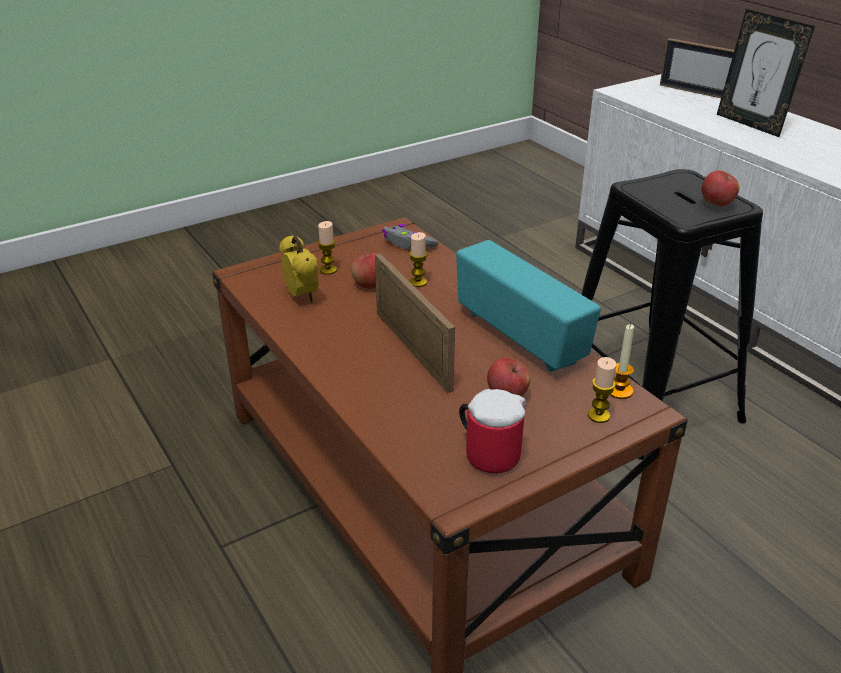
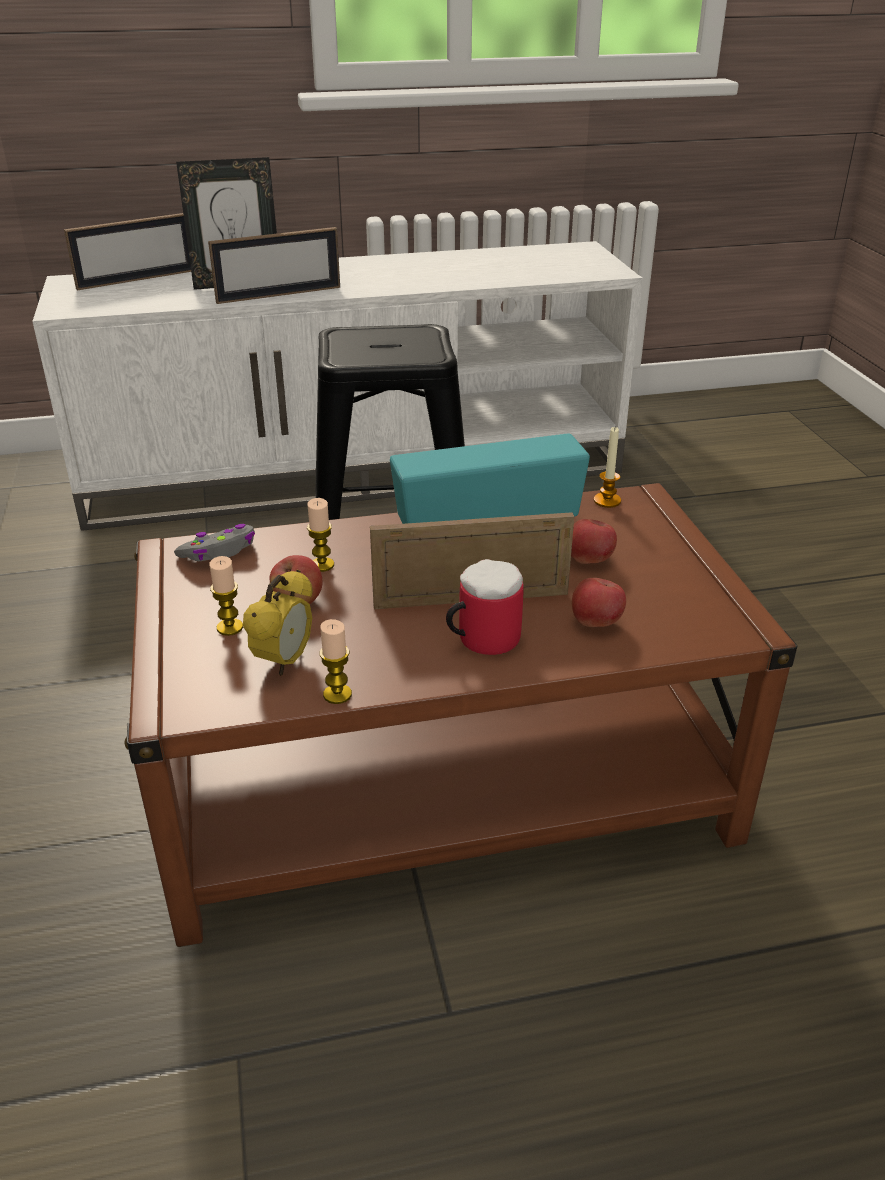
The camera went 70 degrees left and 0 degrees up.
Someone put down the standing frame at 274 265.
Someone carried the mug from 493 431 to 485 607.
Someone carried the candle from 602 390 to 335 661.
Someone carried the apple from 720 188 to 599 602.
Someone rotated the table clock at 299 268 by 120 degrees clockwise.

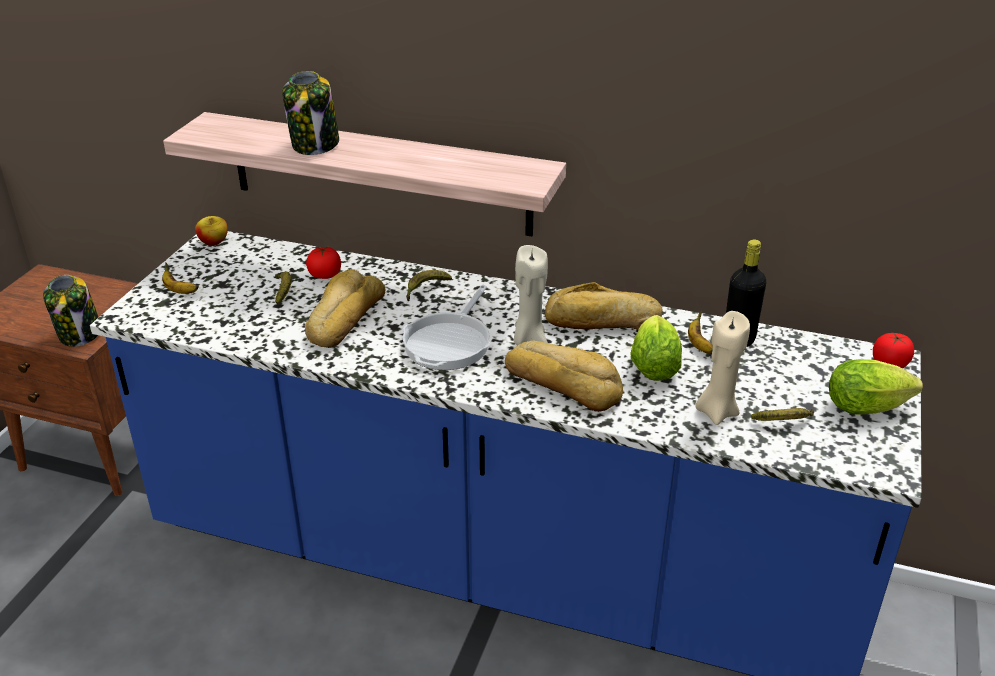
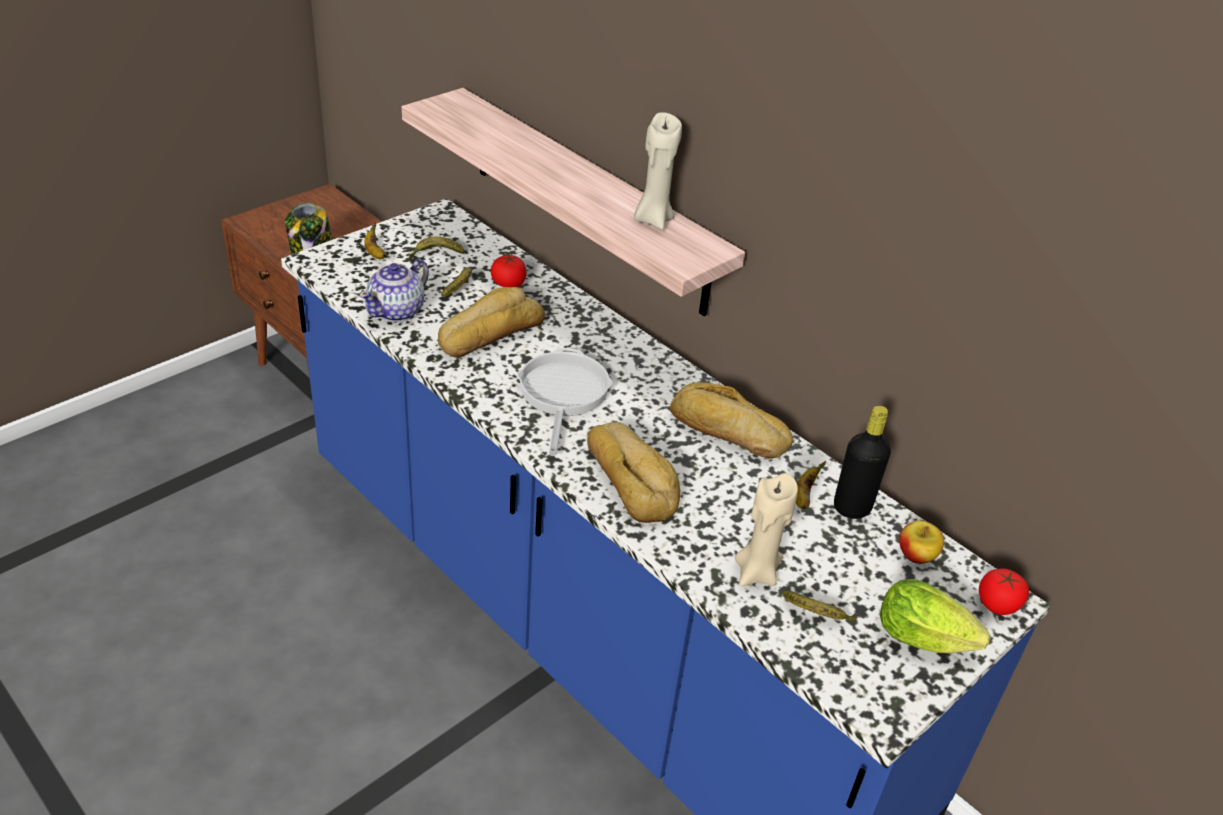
The camera went 25 degrees right and 5 degrees up.
Someone took away the preserve jar at 310 113.
Someone took away the head of lettuce at 656 348.
Someone put down the pot for tea at 394 290.
Someone carried the apple from 211 231 to 921 542.
Someone carried the whole banana from 429 285 to 437 248.
Someone carried the candle/beige from 530 295 to 658 171.
Someone rotated the frying pan at 446 327 by 135 degrees clockwise.

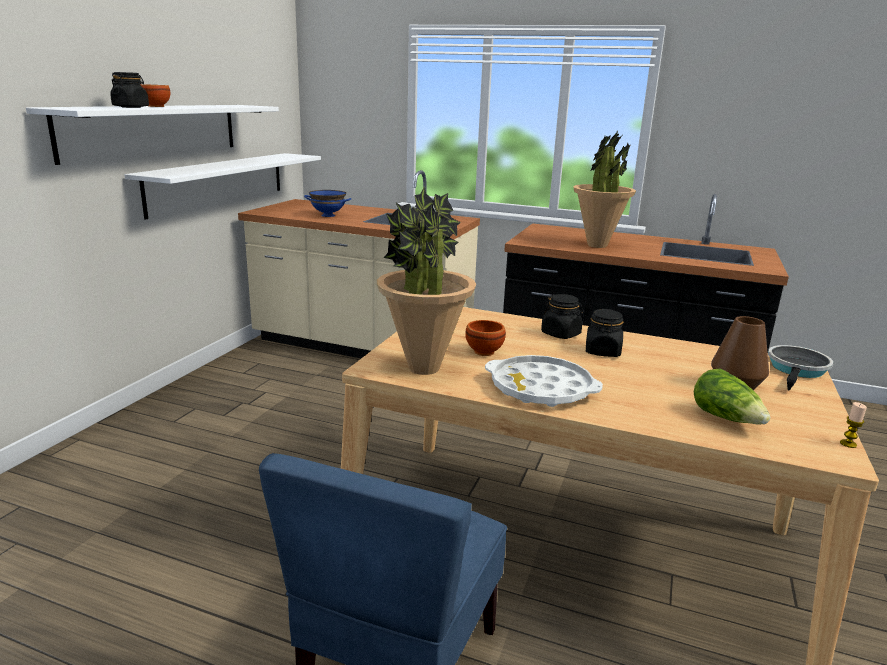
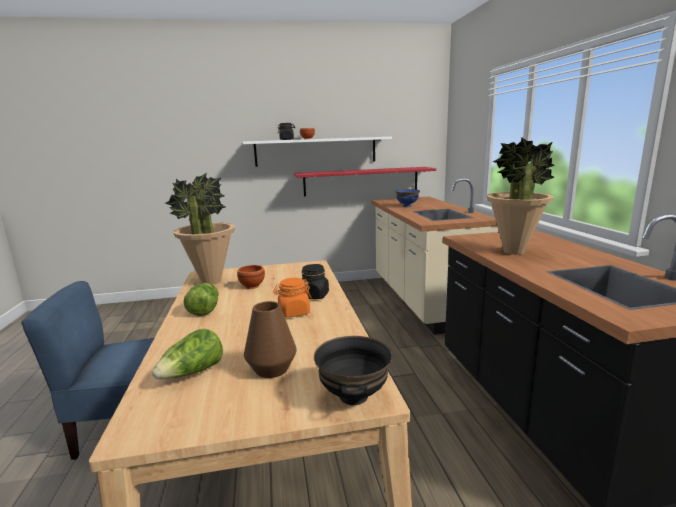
The camera went 60 degrees right and 5 degrees down.
Someone took away the candle at 853 425.
Someone swapped the carrying tray/white-coloured at 544 381 for the head of lettuce at 200 299.
Someone swapped the frying pan at 800 368 for the deep dish/black at 353 370.
Someone repainted the bracket shelf/white-coloured at 222 186, which became the bracket shelf/reddish at 365 181.
Someone repainted the preserve jar/black at 605 333, which became the preserve jar/orange-coloured at 292 297.

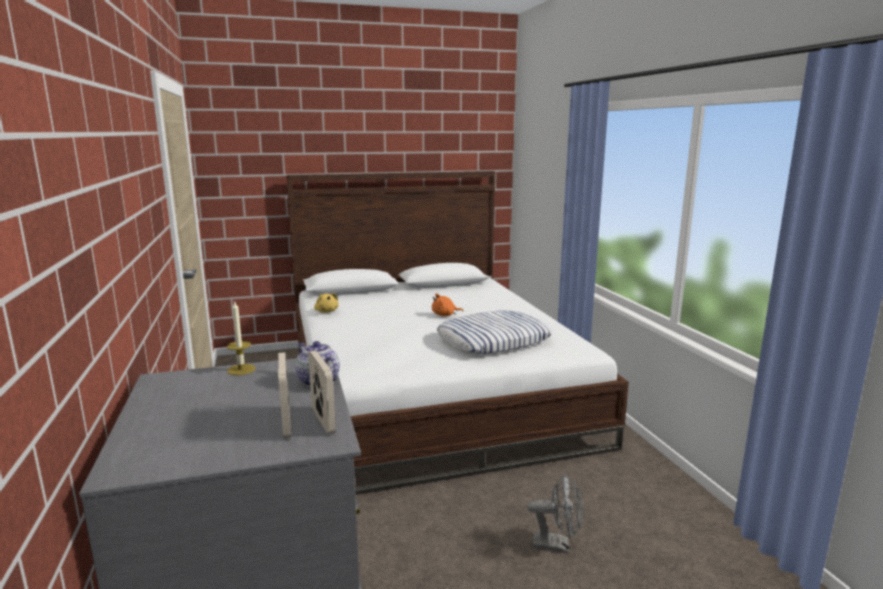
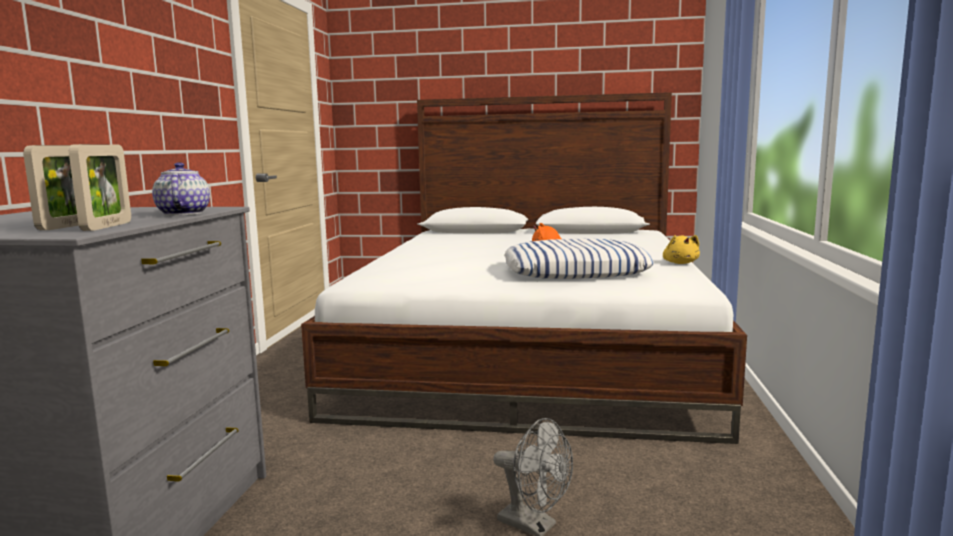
The camera went 25 degrees right and 5 degrees down.
Someone took away the candle at 241 337.
Someone carried the cuddly toy/yellow-coloured from 326 303 to 681 249.

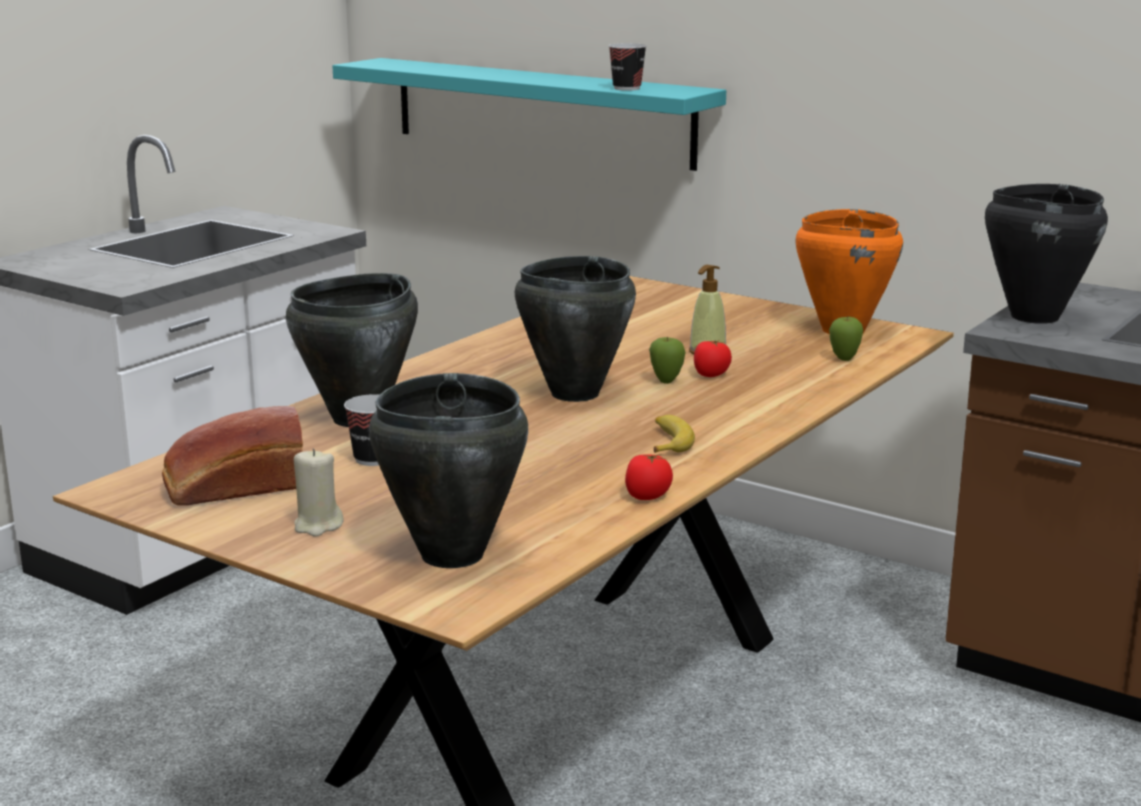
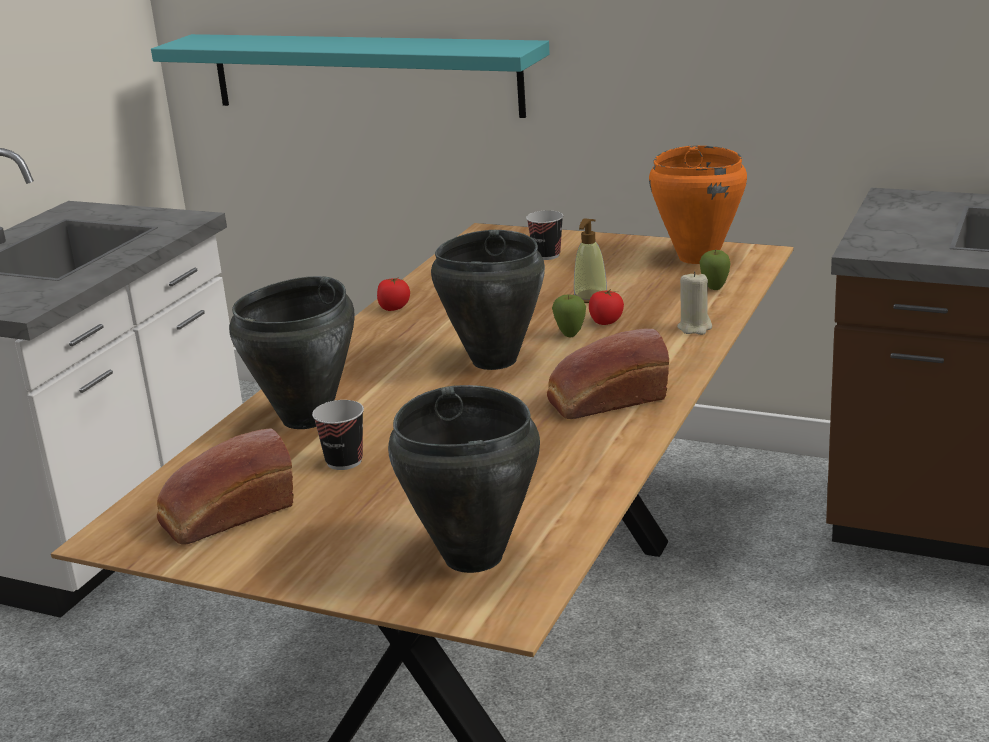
The camera went 10 degrees left and 5 degrees up.
Someone took away the cooking pot/black at 1046 254.
Someone carried the candle/beige from 319 492 to 694 303.
Someone carried the small cup from 628 67 to 544 235.
Someone carried the whole tomato from 649 477 to 393 294.
Someone swapped the whole banana at 674 434 for the bakery bread at 608 374.

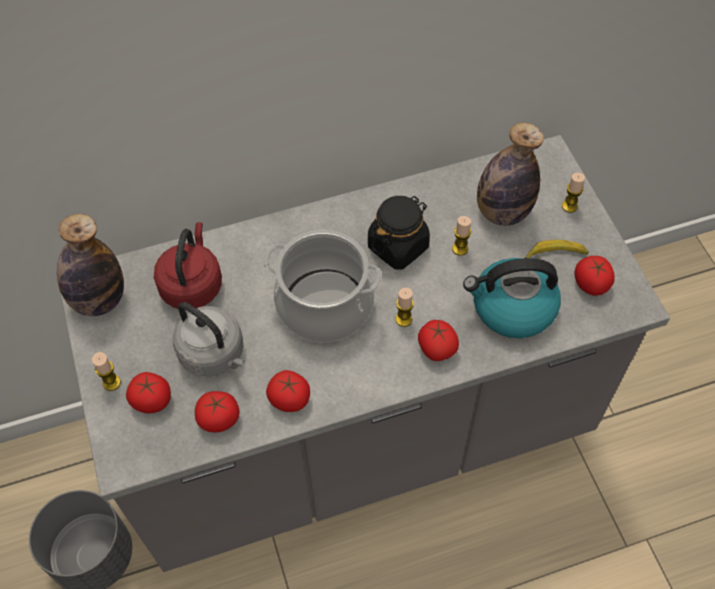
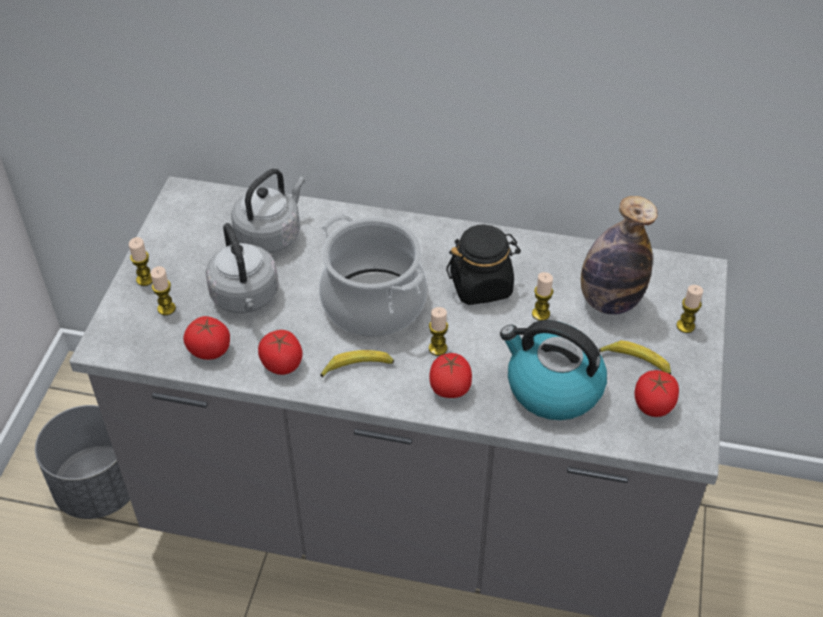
The camera went 30 degrees right and 10 degrees down.
Someone took away the bottle at 90 265.
Someone put down the whole banana at 357 363.
Someone swapped the whole tomato at 148 393 for the candle at 163 291.
Someone repainted the kettle/reddish at 188 265, which became the kettle/grey at 268 211.

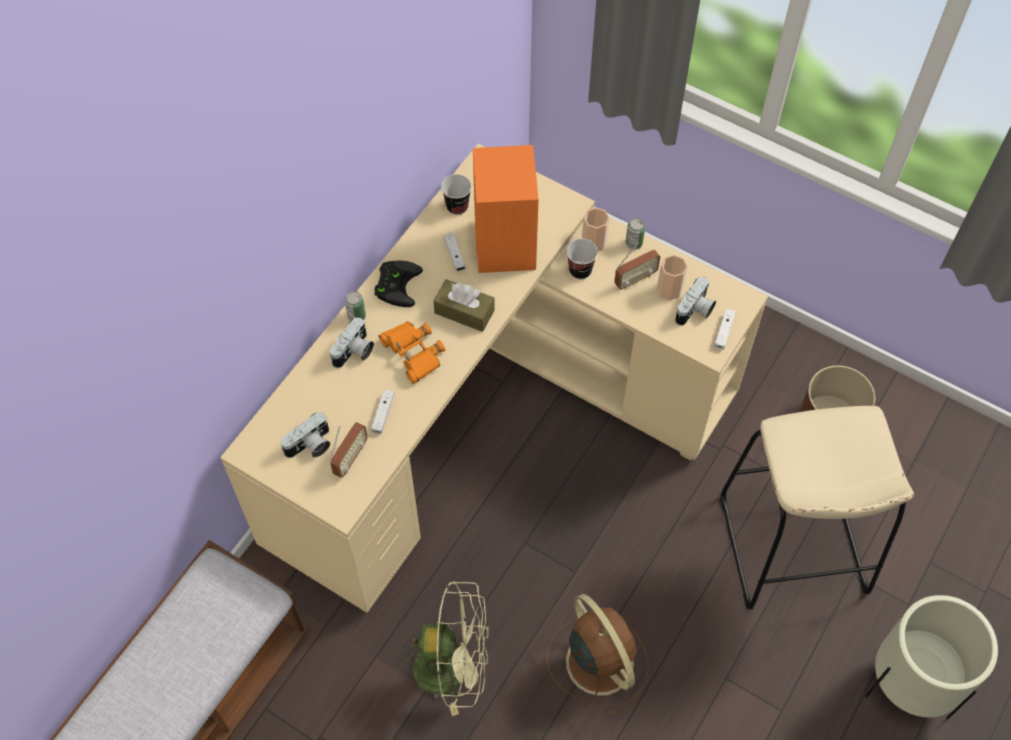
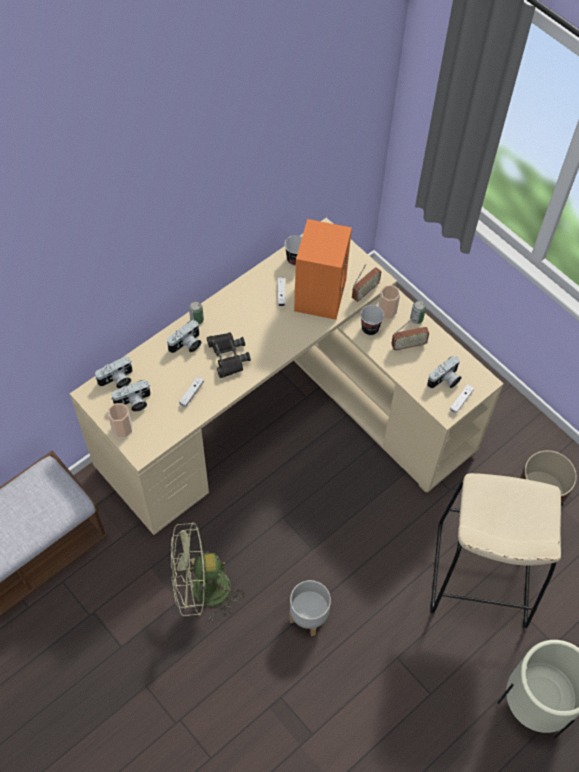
The camera went 15 degrees right and 0 degrees up.
Someone took away the joypad/black at 398 284.
Someone took away the tissue box/brown-coloured at 464 305.
Someone put down the still camera at 114 372.
Someone carried the radio from 349 450 to 366 283.
Someone carried the small cup from 672 277 to 120 420.
Someone swapped the cooling fan/brown-coloured at 597 655 for the planter/grey at 310 608.
Someone repainted the field glasses/orange-coloured at 412 352, which became the field glasses/black at 229 355.
Someone rotated the cooling fan/green at 444 648 by 150 degrees clockwise.

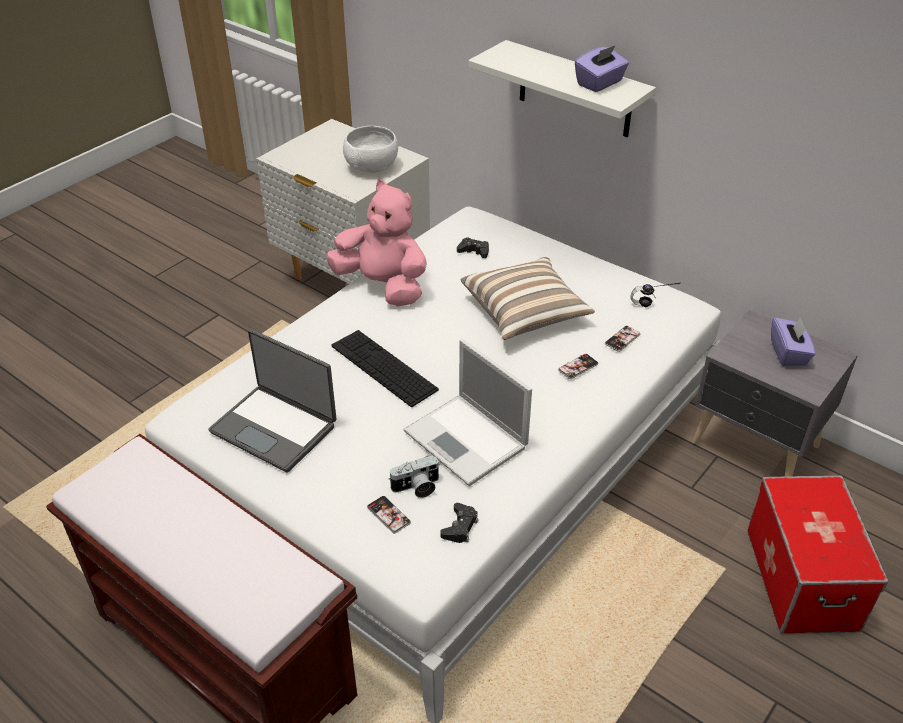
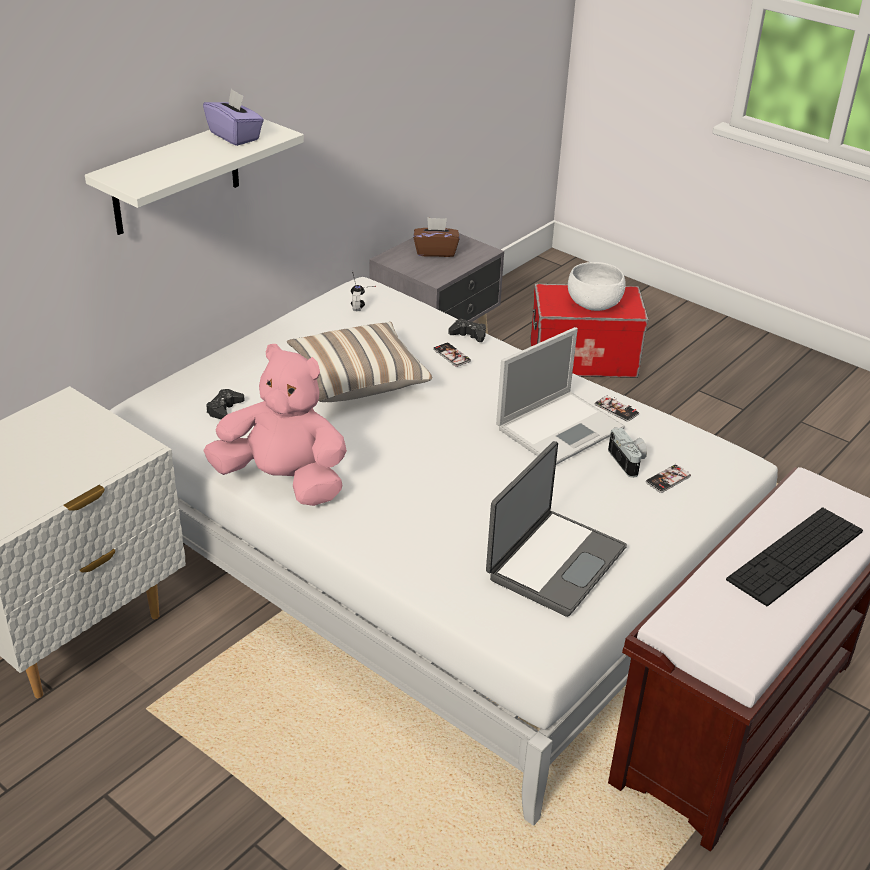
The camera went 90 degrees left and 5 degrees down.
Someone carried the computer keyboard from 385 368 to 794 556.
Someone carried the deep dish/white-coloured from 370 149 to 597 286.
Someone carried the joypad/black from 459 523 to 467 330.
Someone carried the telephone from 622 338 to 617 408.
Someone repainted the tissue box/purple-coloured at 793 341, which became the tissue box/brown-coloured at 436 237.
Someone rotated the cuddly toy/pink-coloured at 376 243 by 75 degrees clockwise.

